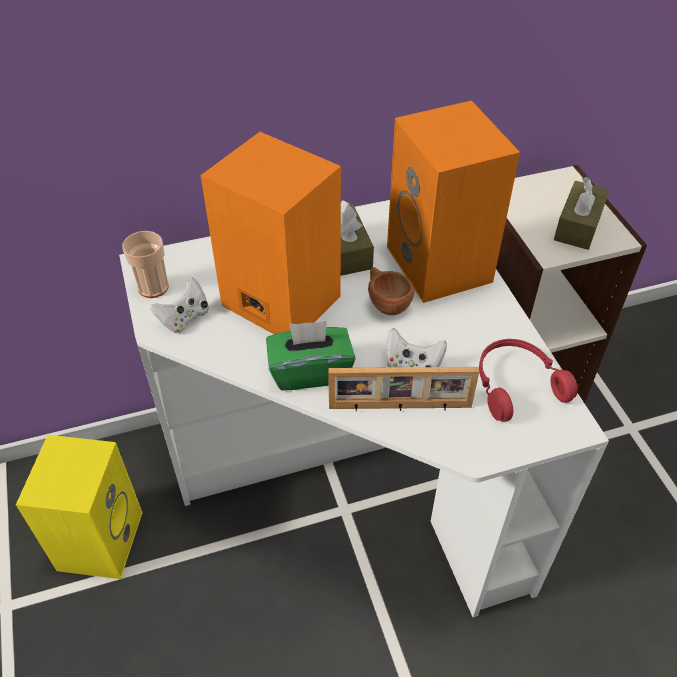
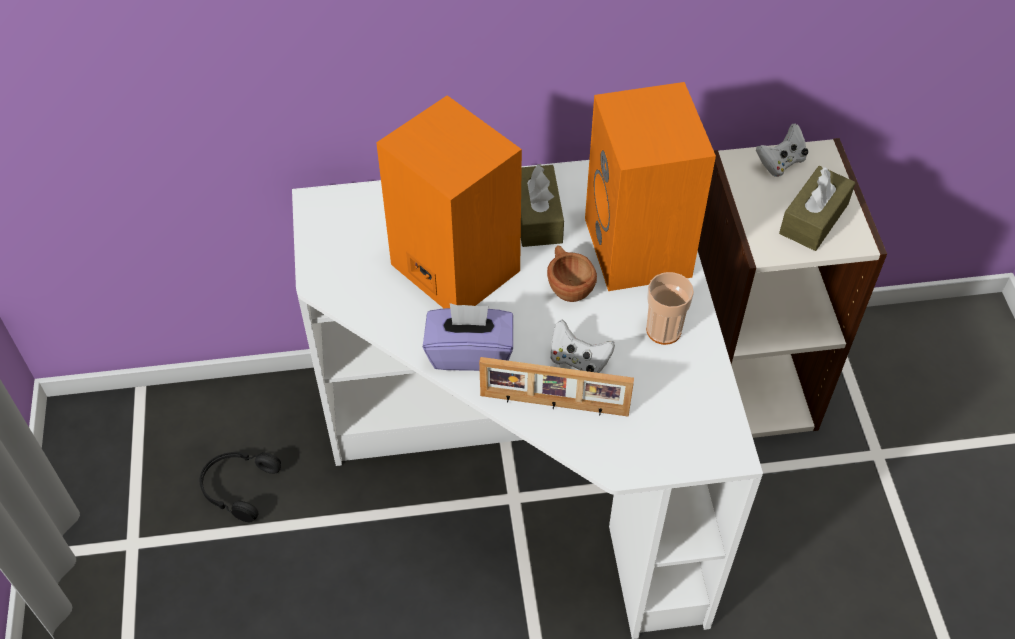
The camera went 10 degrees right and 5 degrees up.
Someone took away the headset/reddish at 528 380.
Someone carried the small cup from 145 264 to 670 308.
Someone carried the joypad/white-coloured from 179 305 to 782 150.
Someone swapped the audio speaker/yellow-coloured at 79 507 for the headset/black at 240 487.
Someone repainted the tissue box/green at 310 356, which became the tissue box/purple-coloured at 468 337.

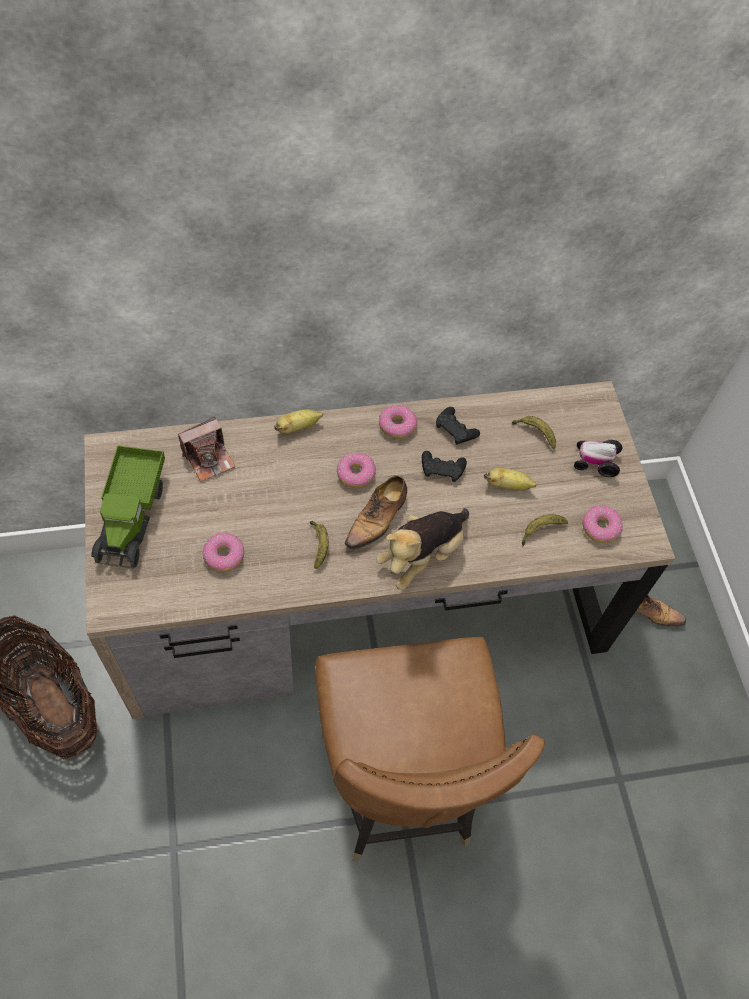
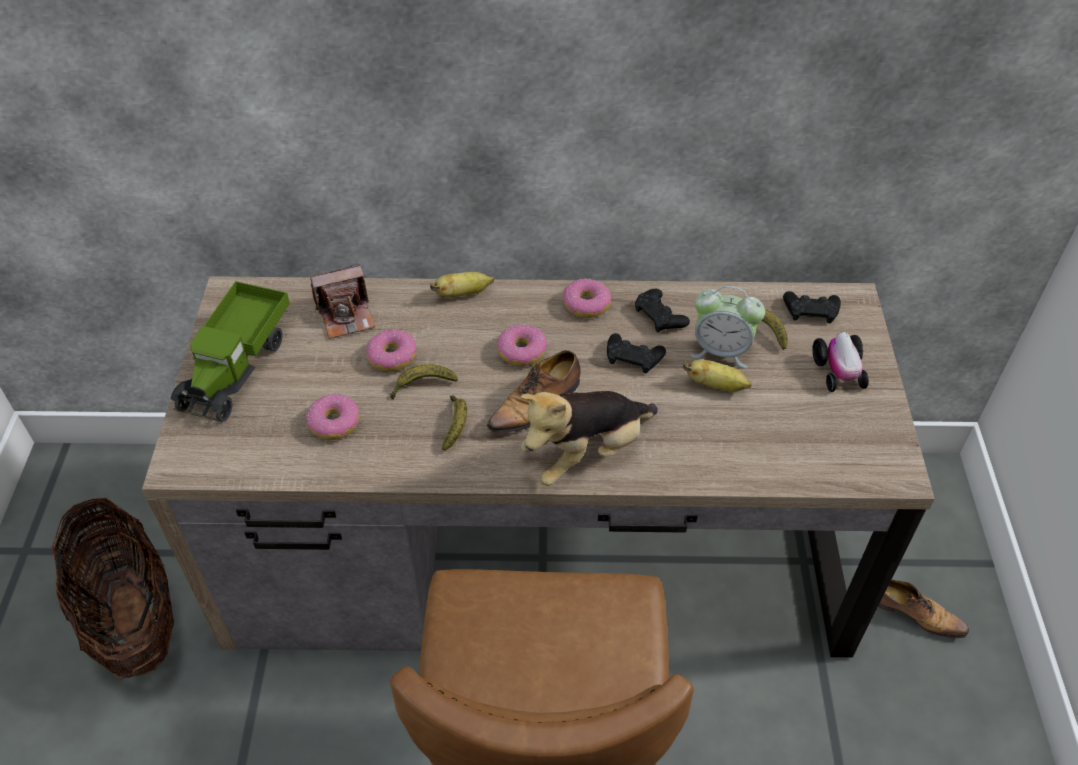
The camera went 15 degrees right and 10 degrees down.
Someone put down the table clock at 728 327.
Someone put down the joypad/black at 812 307.
Someone carried the whole banana from 545 530 to 424 381.
Someone carried the doughnut from 602 524 to 391 350.
Someone rotated the model car at 598 458 by 120 degrees counterclockwise.

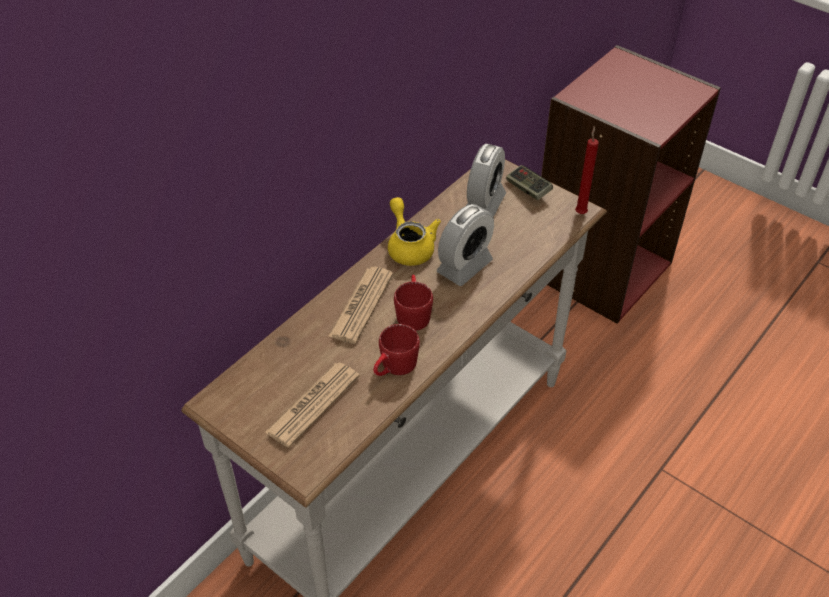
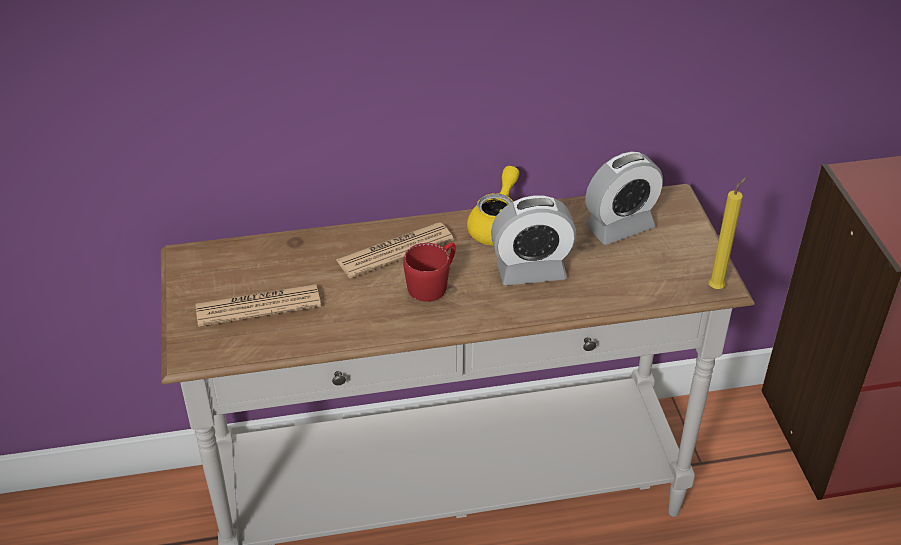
The camera went 40 degrees right and 5 degrees down.
Someone took away the mug/reddish at 396 350.
Someone took away the joypad at 529 182.
Someone repainted the candle/reddish at 587 170, which became the candle/yellow-coloured at 728 233.

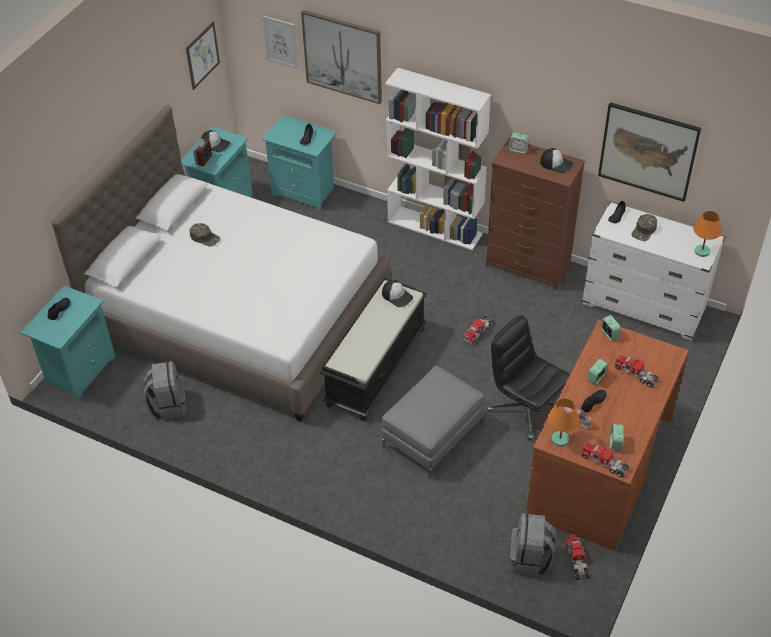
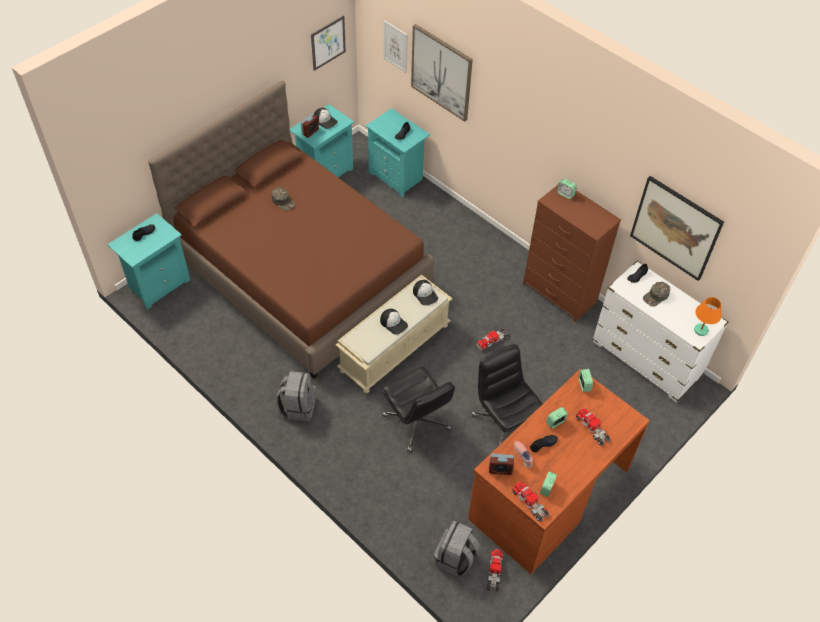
The camera went 15 degrees right and 5 degrees up.
Someone took away the bookshelf/white-coloured at 438 159.
Someone carried the rucksack/grey from 165 390 to 296 396.
Someone carried the baseball cap from 556 160 to 394 322.
Someone swapped the ottoman/grey at 433 422 for the office chair/black at 418 409.
Someone swapped the lamp for a table/orange-coloured at 563 422 for the table clock at 501 464.
Someone repainted the sleeping bed/white-coloured at 221 263, which became the sleeping bed/brown-coloured at 291 230.
Someone repainted the bench/black at 374 349, which became the bench/beige at 394 334.

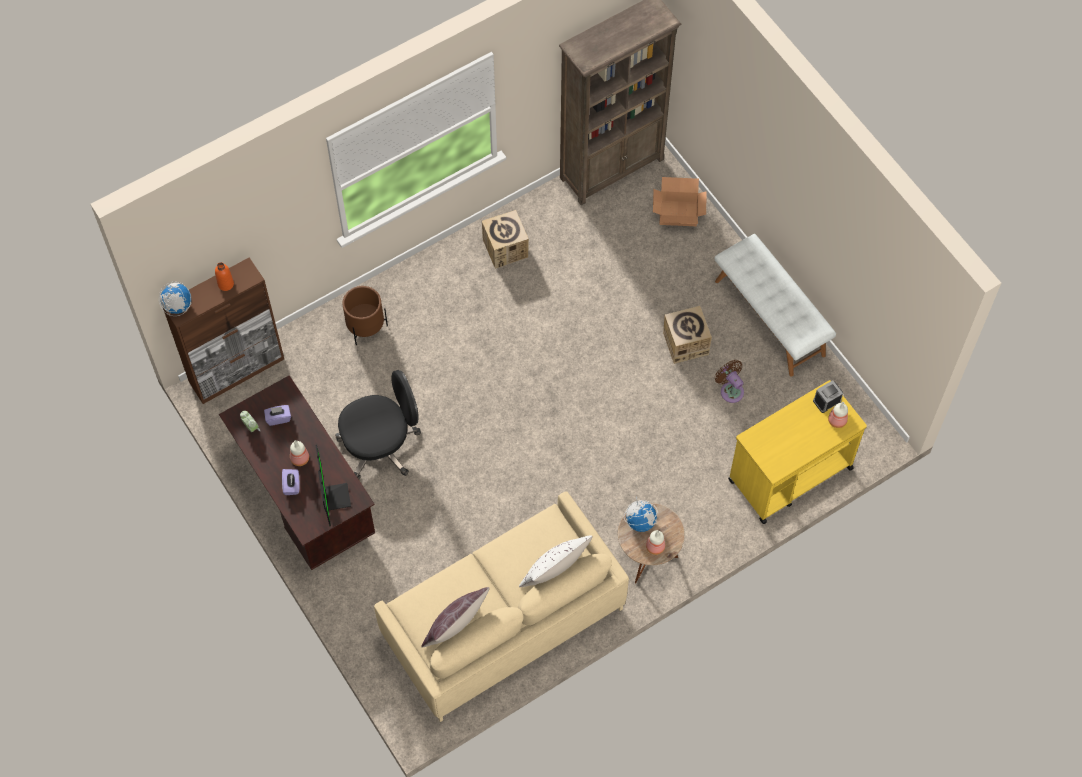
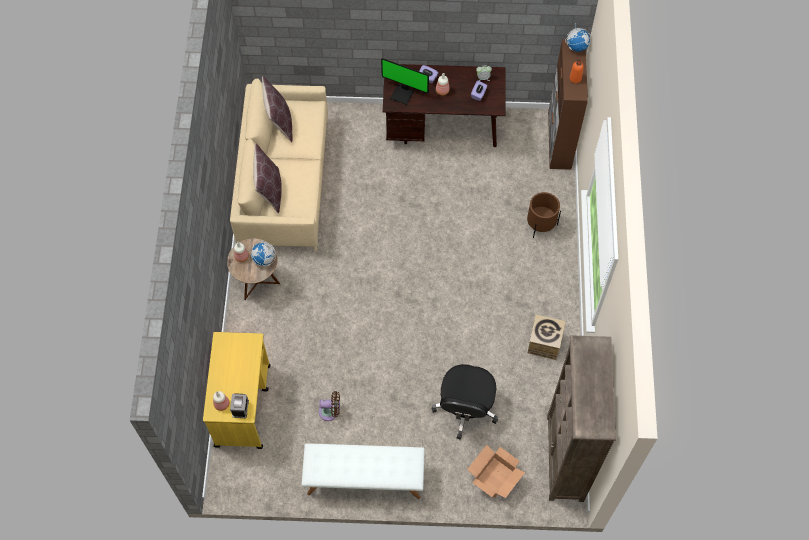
The camera went 125 degrees right and 0 degrees up.
Someone took away the packing box at 687 335.
Someone carried the office chair/black from 378 425 to 465 401.
Someone repainted the pillow/white-coloured at 556 561, which became the pillow/brown-coloured at 267 178.

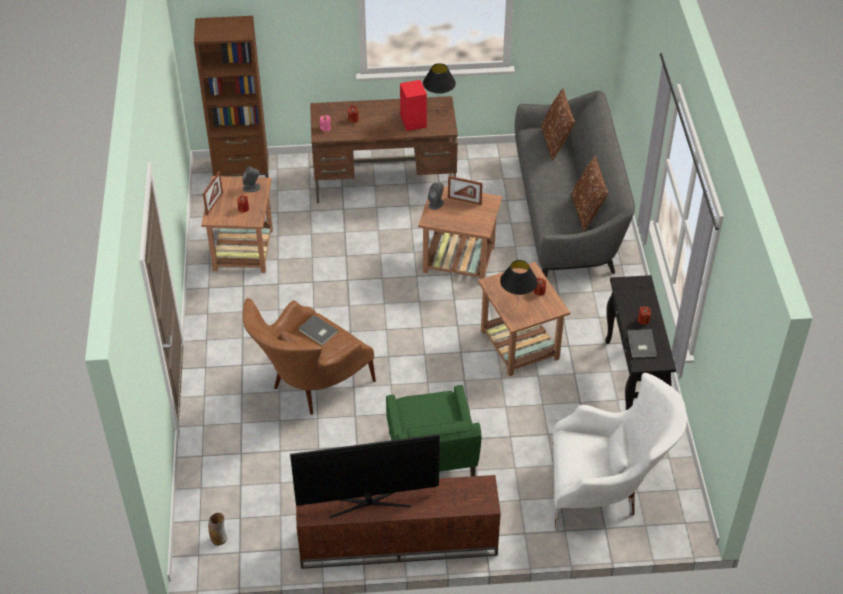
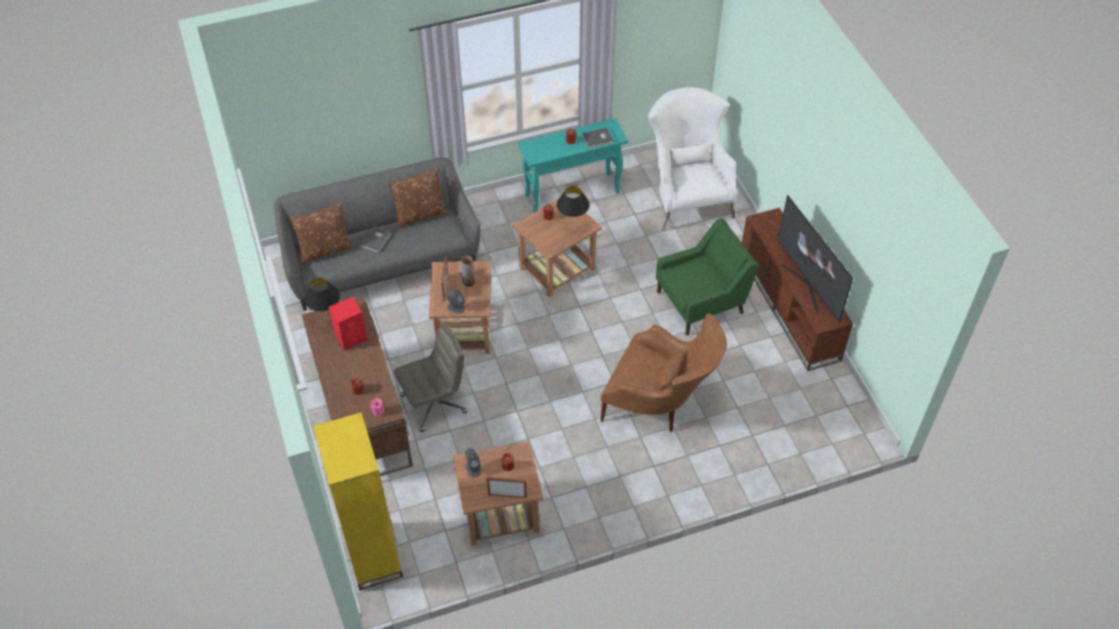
The camera went 105 degrees left and 5 degrees up.
Someone put down the office chair/grey at 431 378.
Someone carried the decorative vase from 218 529 to 468 271.
Someone carried the book/grey from 318 330 to 375 239.
Someone repainted the bookshelf/brown-coloured at 231 97, which became the bookshelf/yellow-coloured at 358 501.
Someone repainted the hall table/black at 640 342, which became the hall table/blue-green at 573 165.

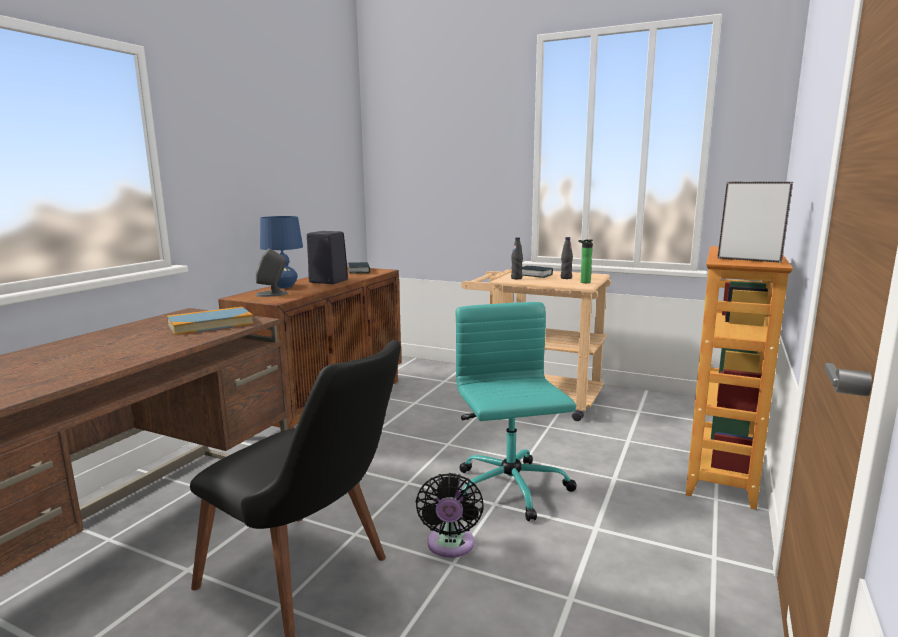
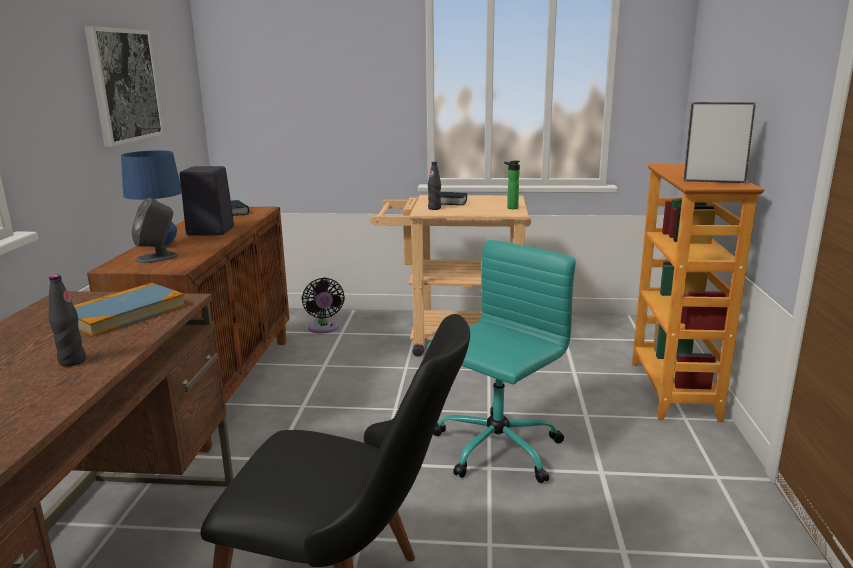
The camera went 20 degrees left and 5 degrees up.
Someone put up the wall picture at 124 86.
Someone carried the cooling fan/black from 449 515 to 323 305.
Someone carried the bottle/black from 567 258 to 67 320.
Someone rotated the office chair/blue-green at 516 411 by 75 degrees clockwise.

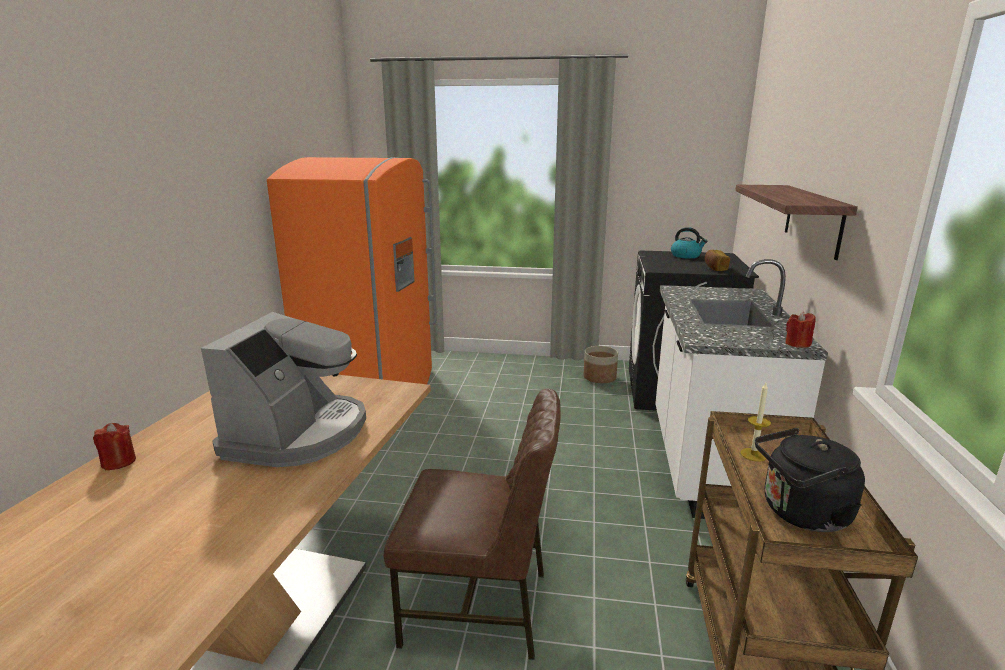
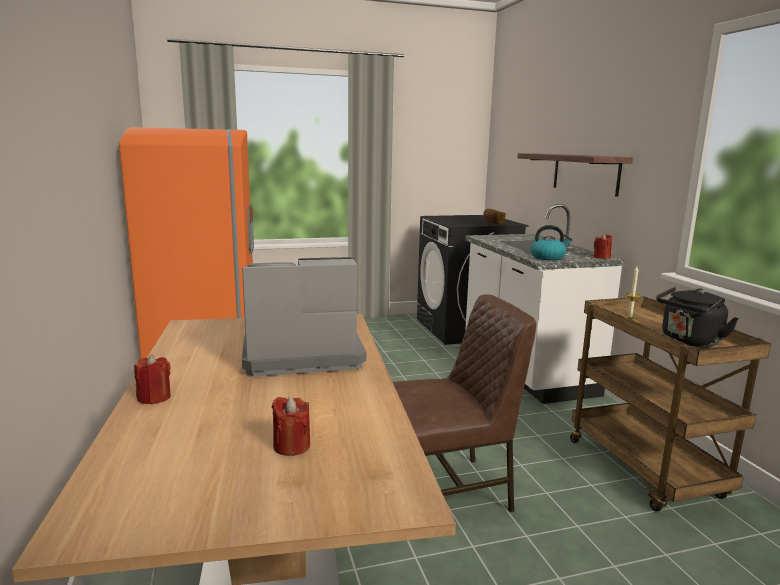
The camera went 25 degrees left and 5 degrees down.
Someone took away the planter at 600 364.
Someone put down the candle/reddish at 291 426.
Someone carried the kettle from 689 242 to 551 242.
Someone rotated the coffee brewer at 283 389 by 90 degrees counterclockwise.

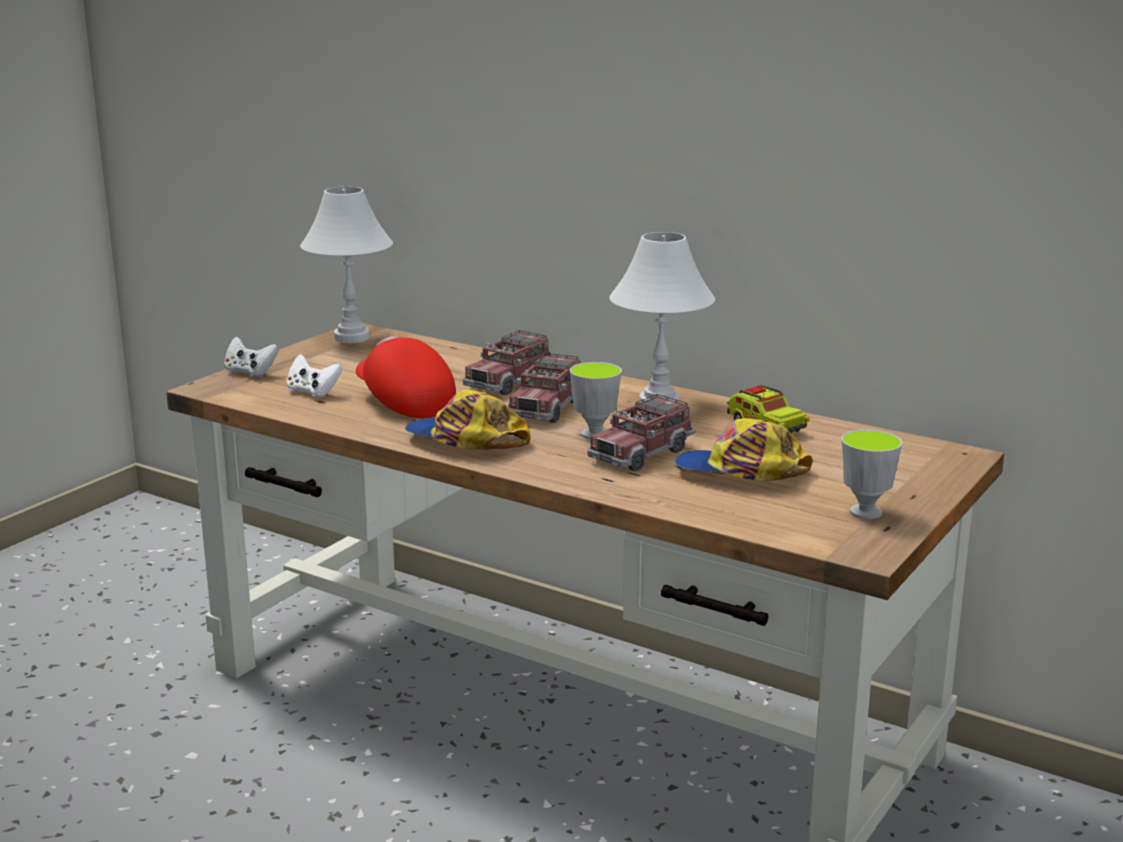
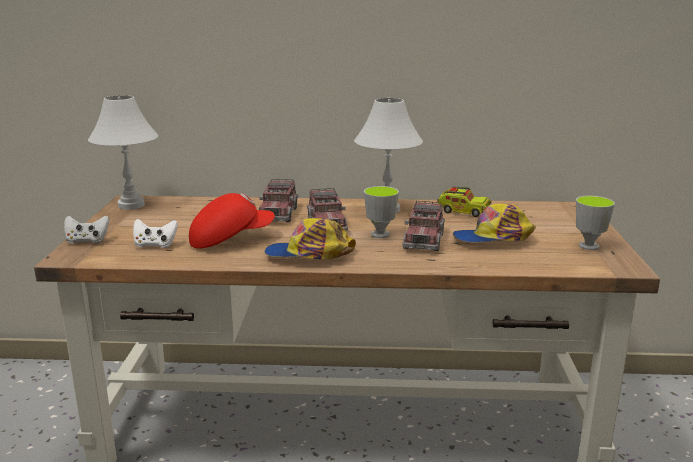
The camera went 30 degrees left and 0 degrees up.
Someone rotated the baseball cap/reddish at 406 377 by 135 degrees clockwise.

